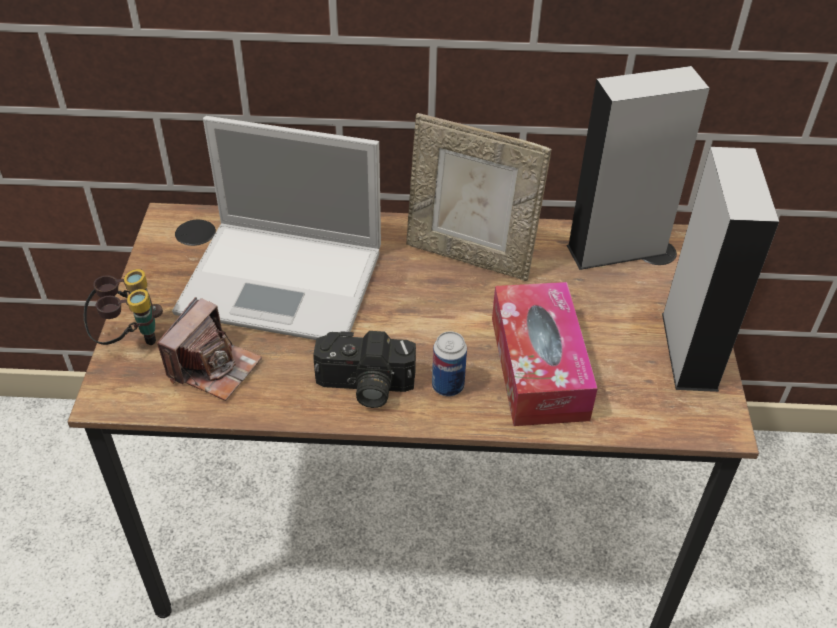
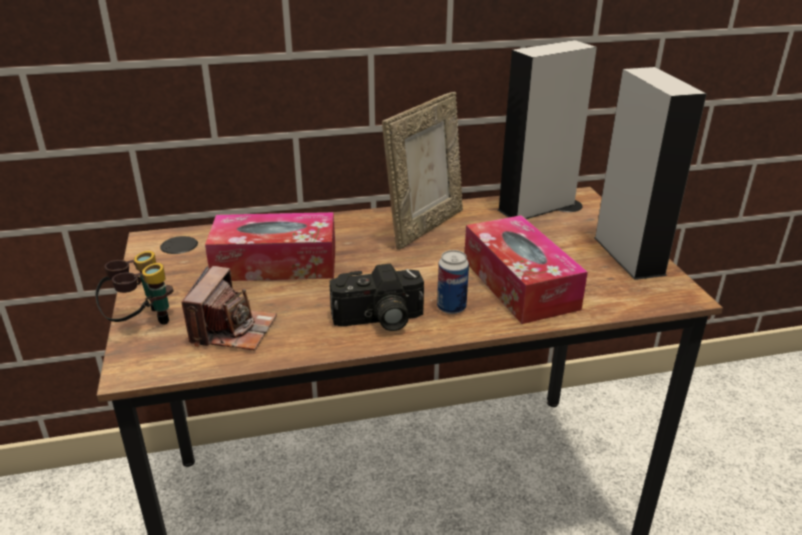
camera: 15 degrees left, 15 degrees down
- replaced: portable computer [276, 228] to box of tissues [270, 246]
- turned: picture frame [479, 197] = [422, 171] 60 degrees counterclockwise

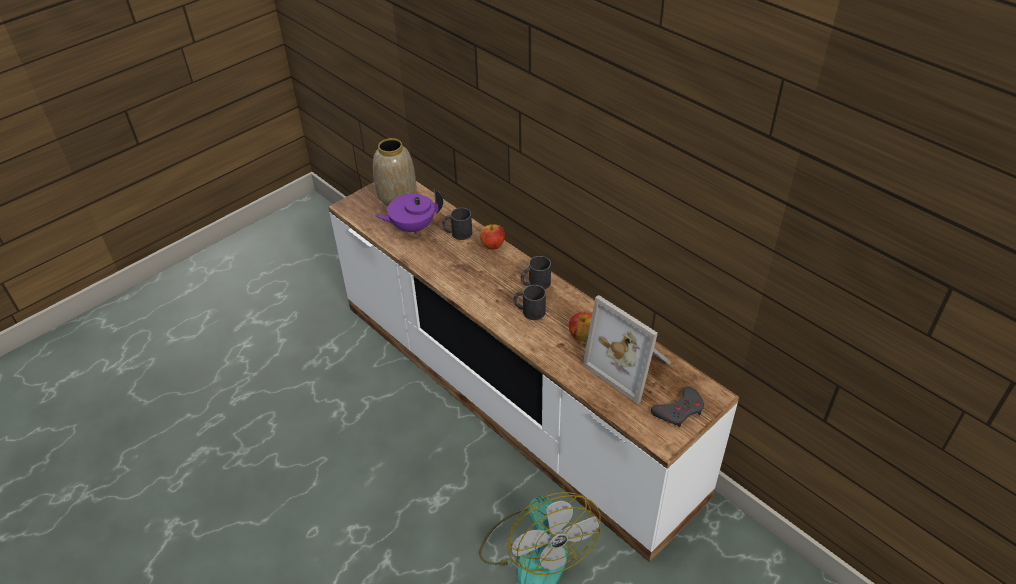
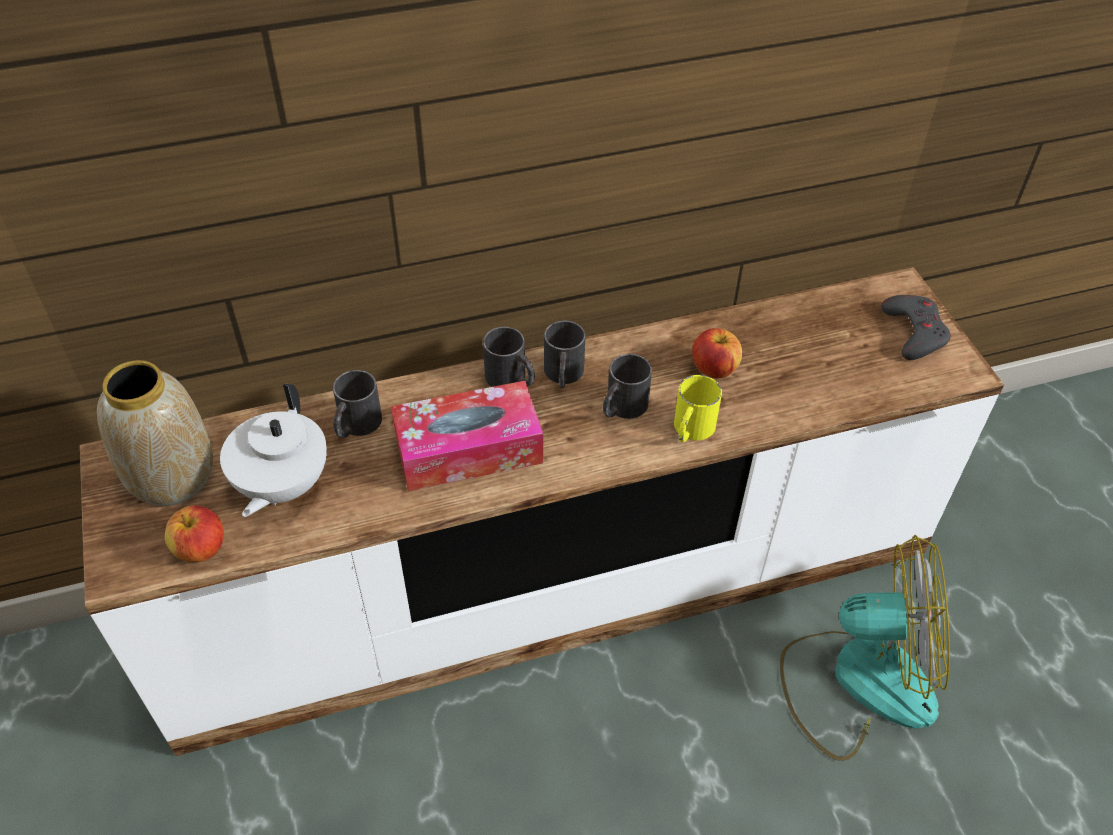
camera: 65 degrees left, 5 degrees up
- recoloured: purple-coloured pot for tea [408, 211] to white pot for tea [273, 450]
- moved: apple [492, 237] to [194, 533]
- removed: picture frame [627, 349]
- added: box of tissues [467, 436]
- added: black mug [509, 357]
- added: yellow mug [698, 408]

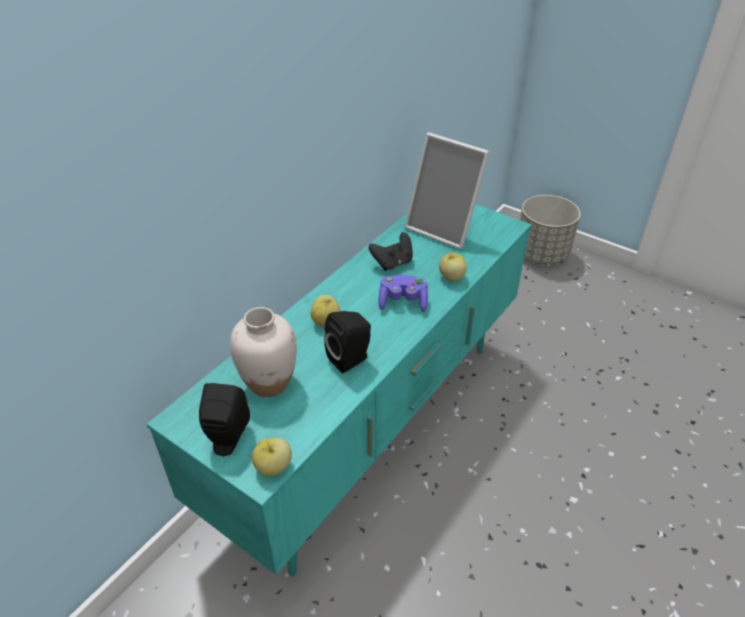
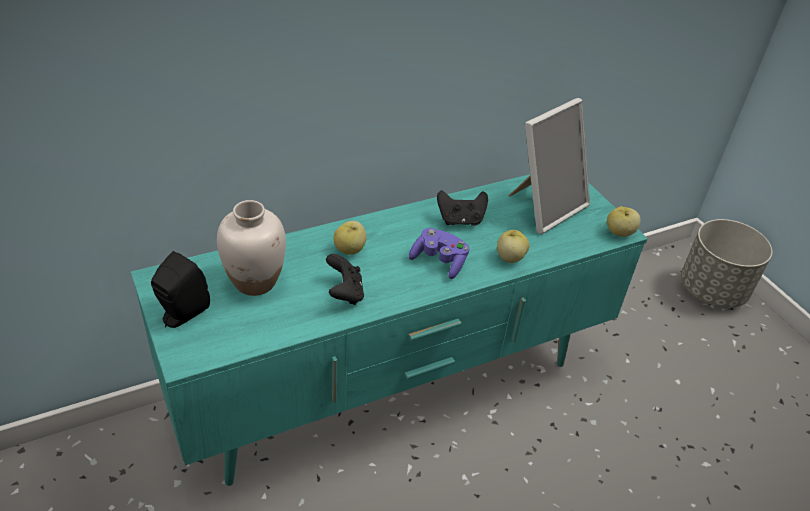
camera: 25 degrees right, 0 degrees up
- moved: apple [272, 457] to [624, 221]
- replaced: black speaker [347, 342] to black gamepad [345, 279]
- turned: picture frame [447, 190] = [549, 166] 105 degrees counterclockwise

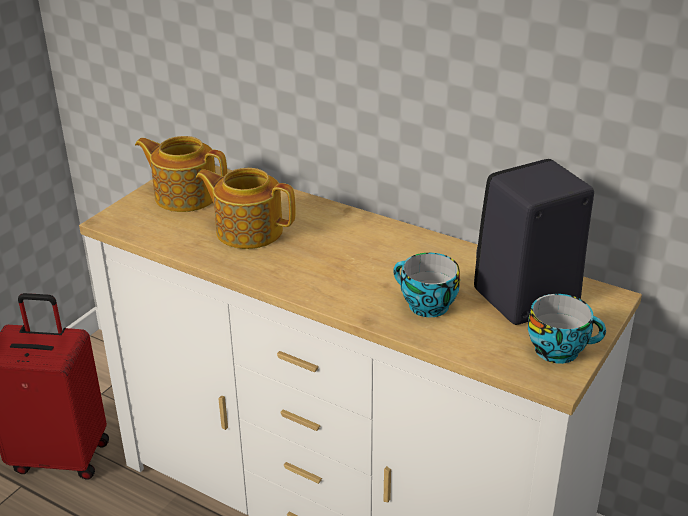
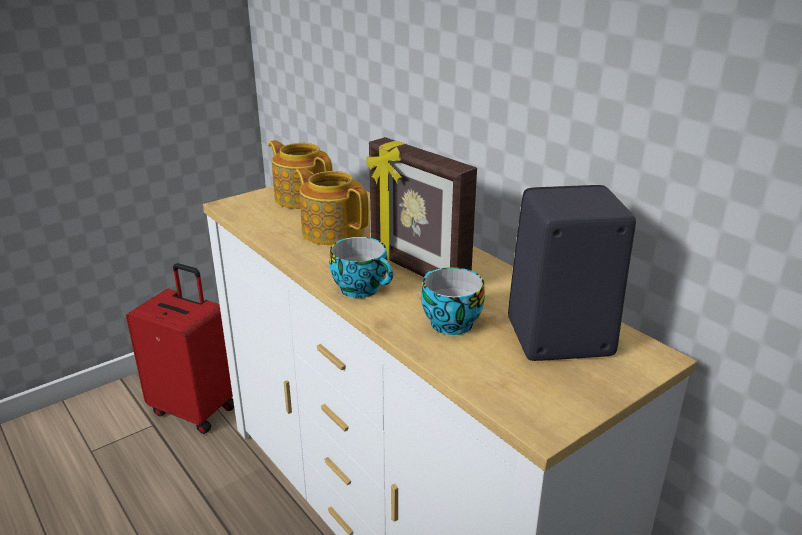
camera: 20 degrees right, 5 degrees down
- moved: cup [567, 329] to [361, 267]
- added: picture frame [421, 207]

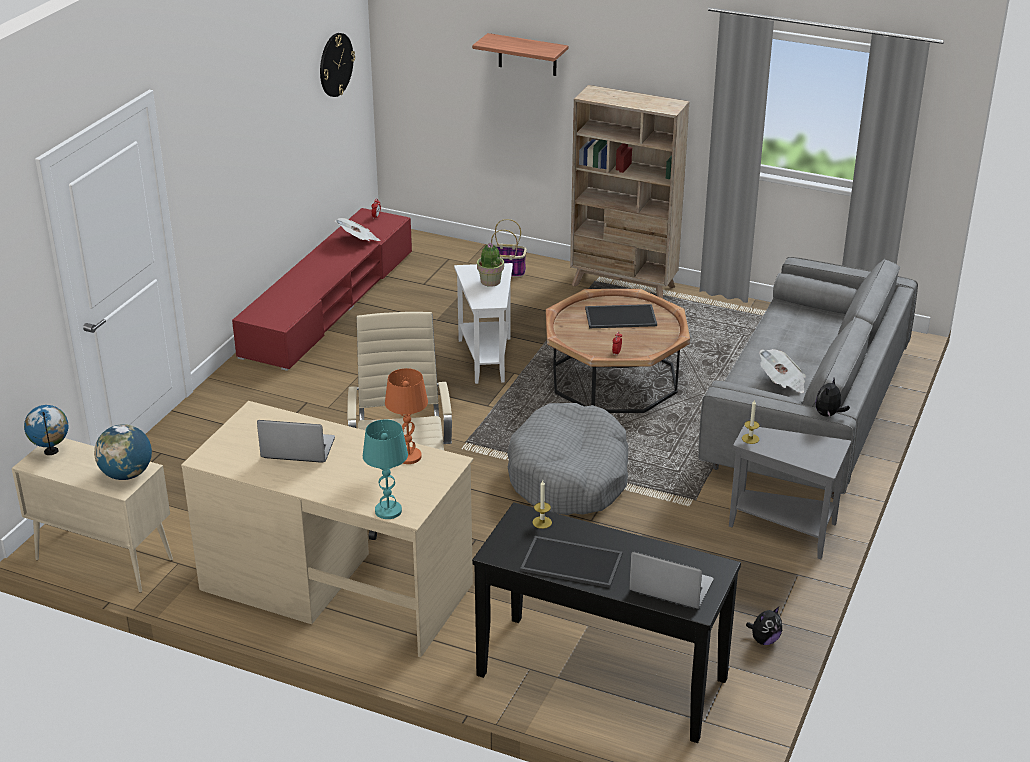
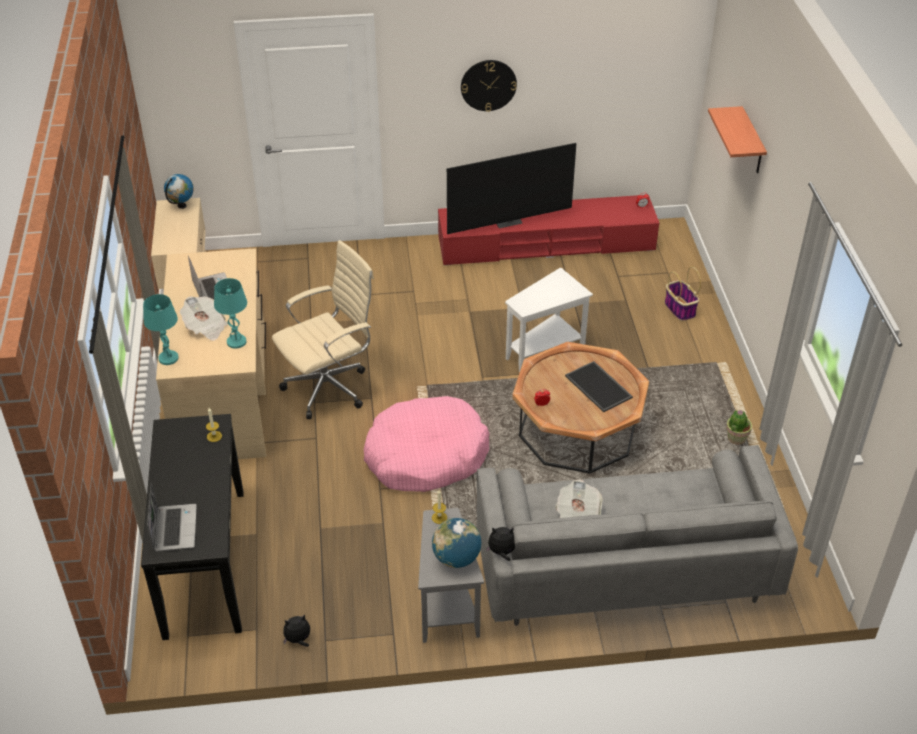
camera: 60 degrees right, 10 degrees up
- moved: world globe [123, 452] to [456, 543]
- moved: wall clock [337, 65] to [489, 86]
- moved: printed paper [357, 229] to [204, 318]
- recoloured: orangey tabletop lamp [406, 416] to turquoise tabletop lamp [230, 313]
- moved: potted plant [490, 264] to [739, 427]
- recoloured: greyish dog bed [567, 459] to pink-coloured dog bed [427, 444]
- removed: serving tray [571, 562]
- removed: beige-coloured bookshelf [630, 192]
- turned: soft toy [764, 626] = [296, 631] 135 degrees clockwise
- added: TV [511, 188]

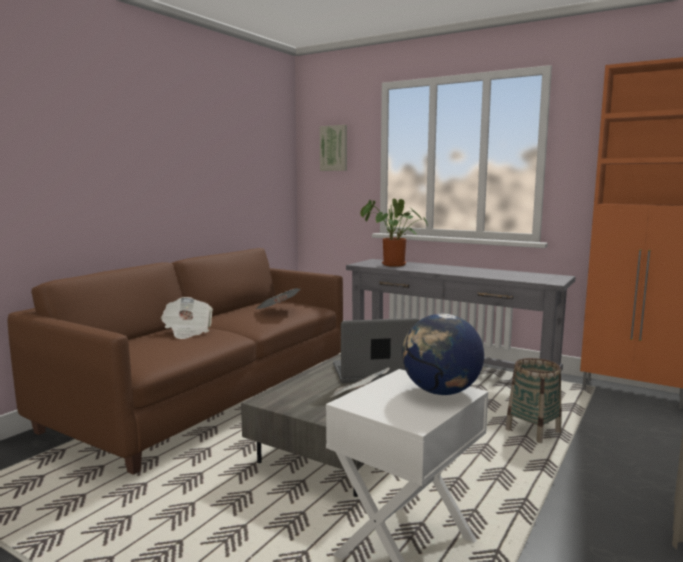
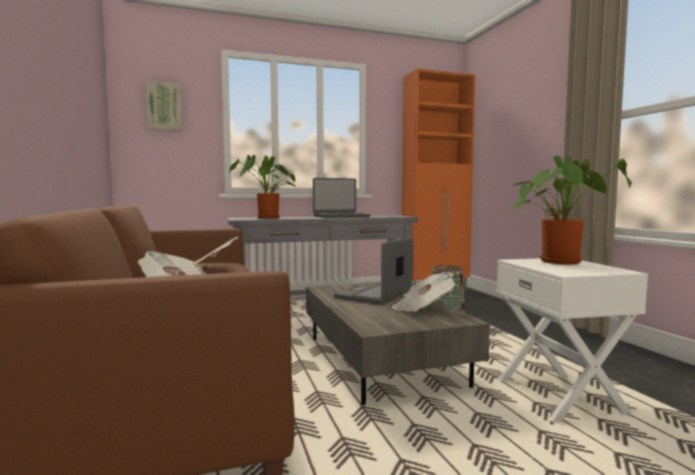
camera: 50 degrees left, 5 degrees down
- replaced: world globe [443, 354] to potted plant [571, 209]
- added: portable computer [341, 198]

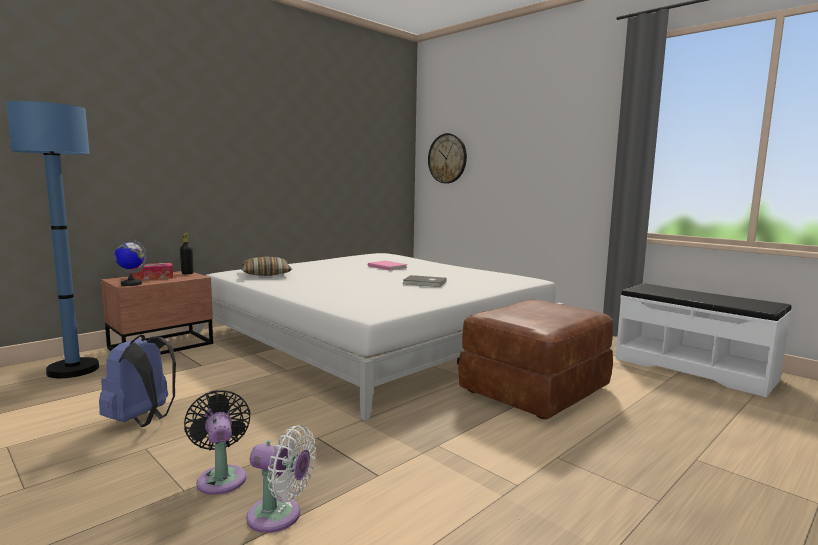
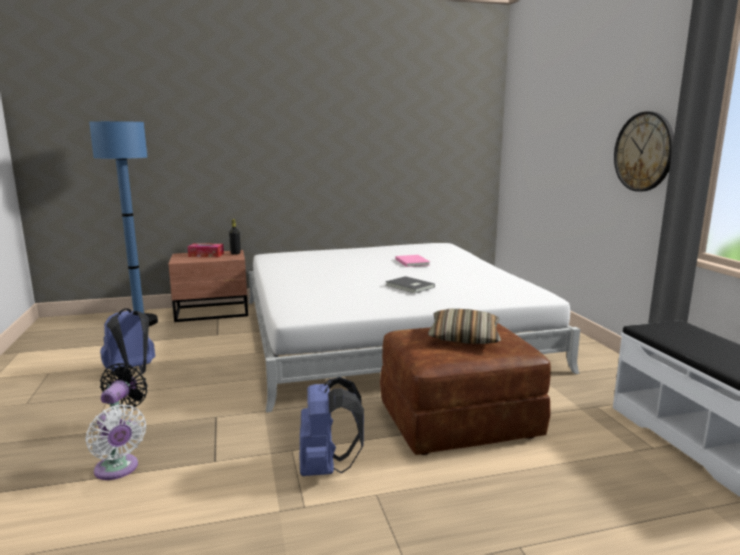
camera: 30 degrees right, 5 degrees up
- removed: world globe [130, 262]
- moved: throw pillow [267, 266] to [464, 326]
- moved: wall clock [447, 158] to [644, 151]
- added: blue-coloured backpack [332, 426]

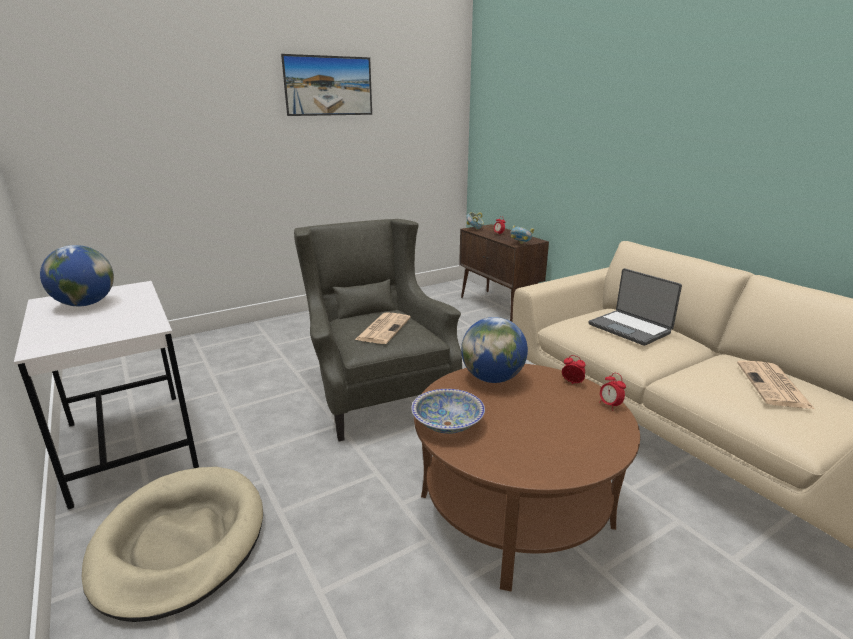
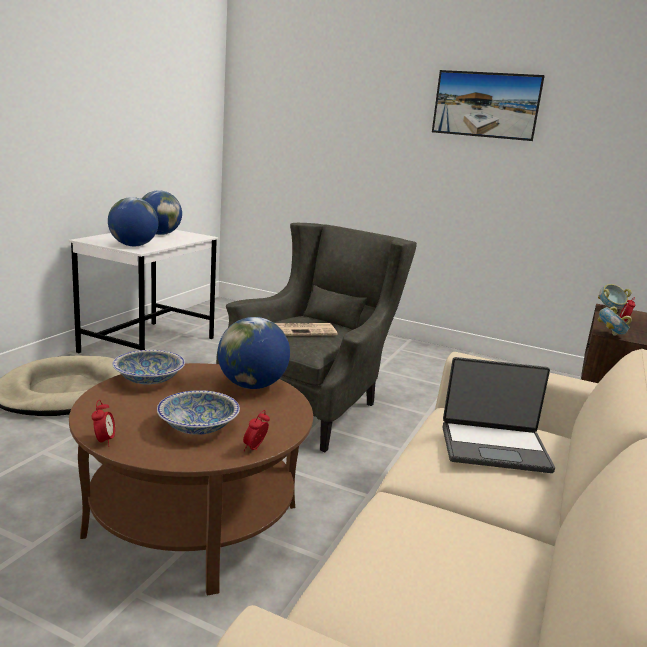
camera: 55 degrees right, 5 degrees down
- moved: table clock [574, 369] to [103, 423]
- turned: portable computer [635, 307] = [498, 415] 105 degrees counterclockwise
- removed: printed paper [776, 385]
- added: world globe [133, 221]
- added: bowl [198, 412]

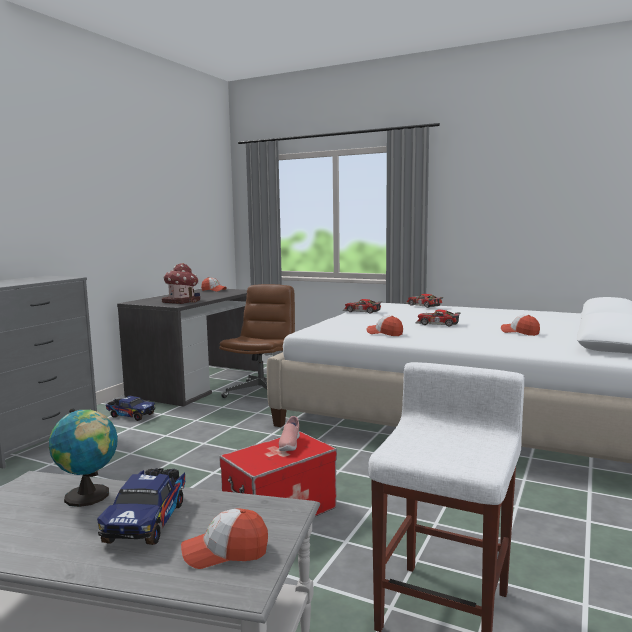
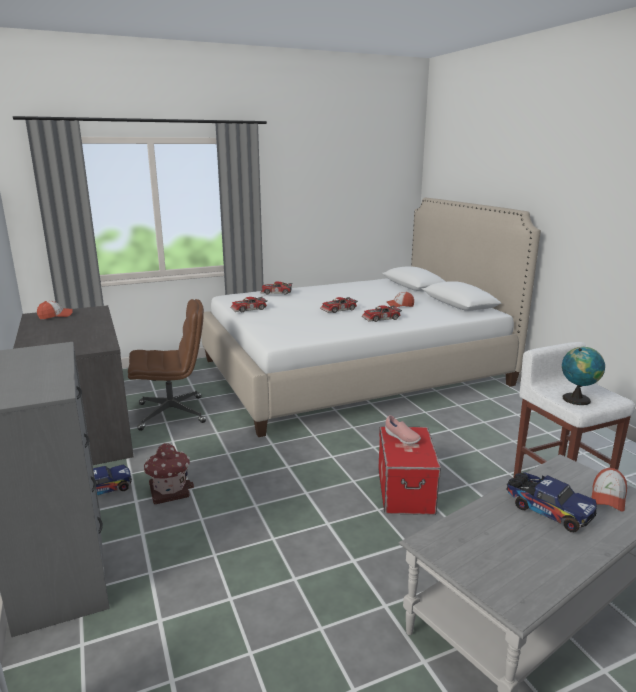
camera: 50 degrees left, 10 degrees up
- moved: world globe [83, 458] to [583, 376]
- moved: model house [181, 283] to [169, 474]
- turned: brown office chair [257, 341] = [167, 365] 105 degrees clockwise
- removed: cap [384, 326]
- added: toy car [382, 313]

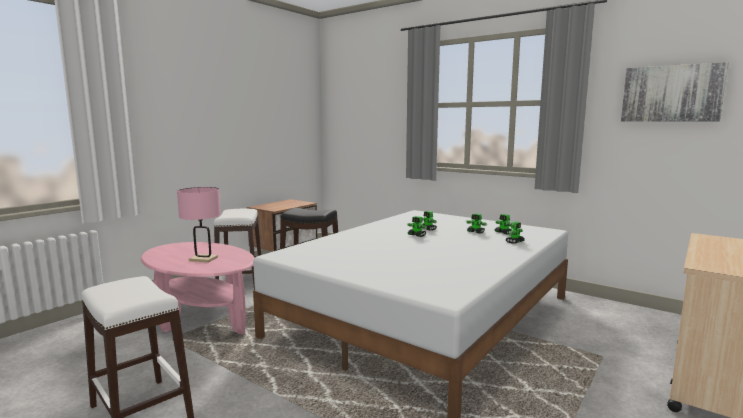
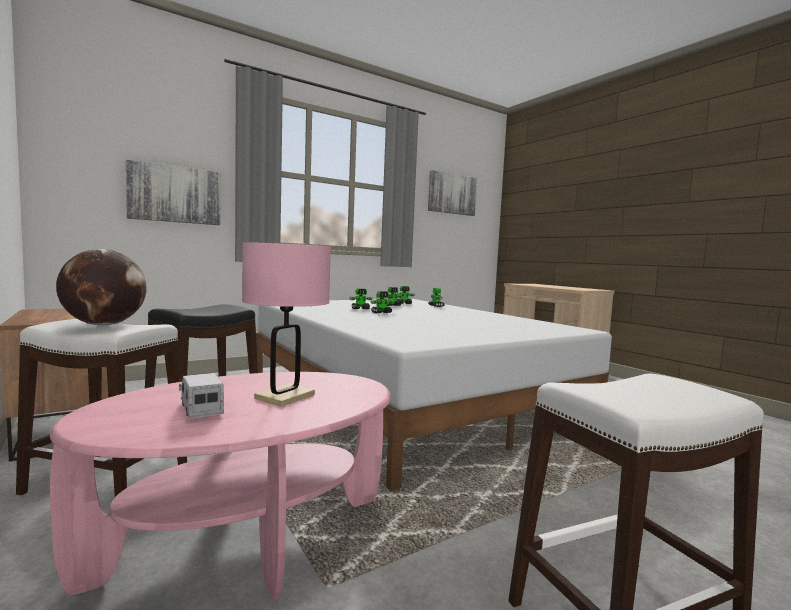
camera: 70 degrees left, 5 degrees down
- added: world globe [101, 287]
- added: wall picture [173, 192]
- added: model truck [201, 396]

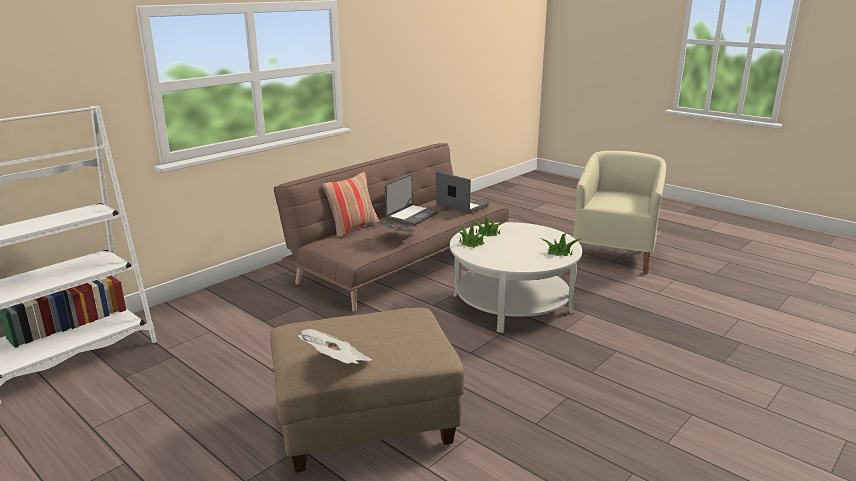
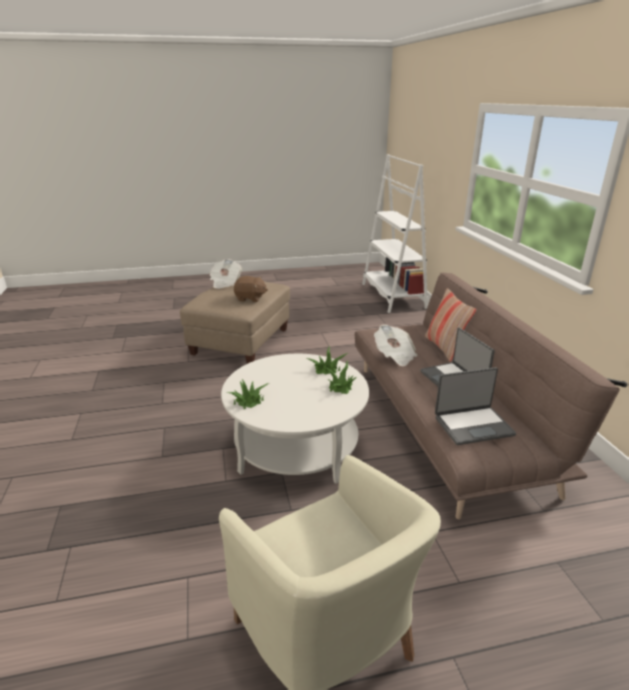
camera: 125 degrees right, 5 degrees up
- added: brown soft toy [251, 289]

